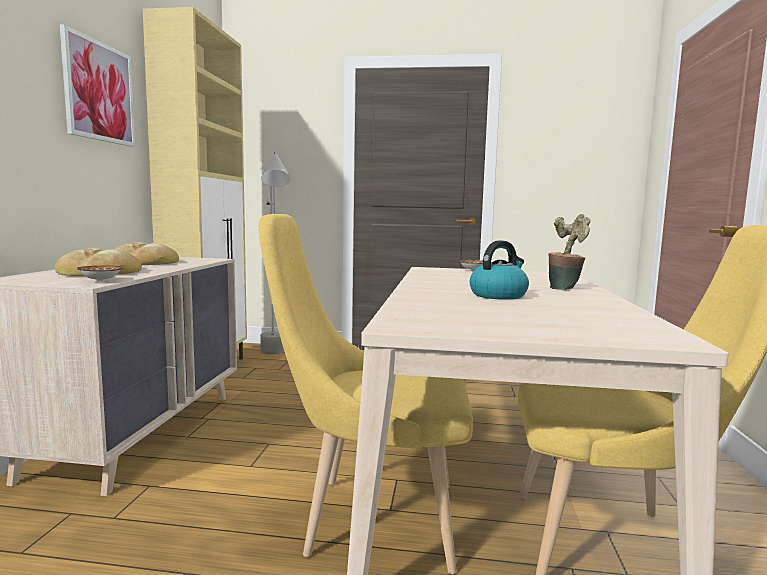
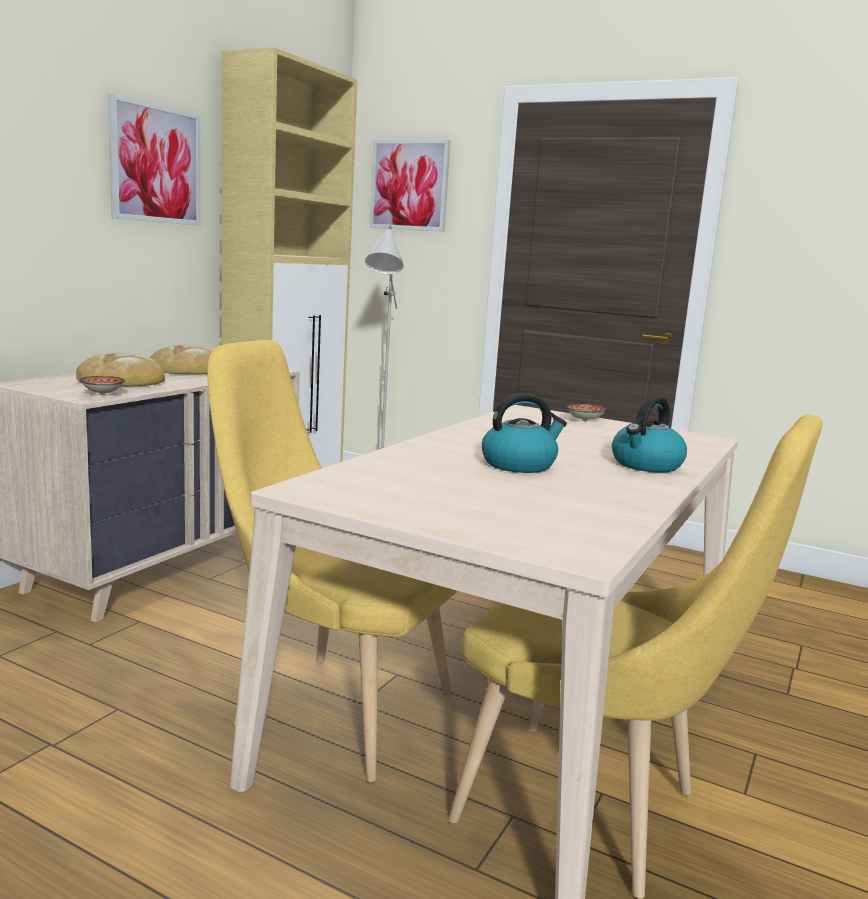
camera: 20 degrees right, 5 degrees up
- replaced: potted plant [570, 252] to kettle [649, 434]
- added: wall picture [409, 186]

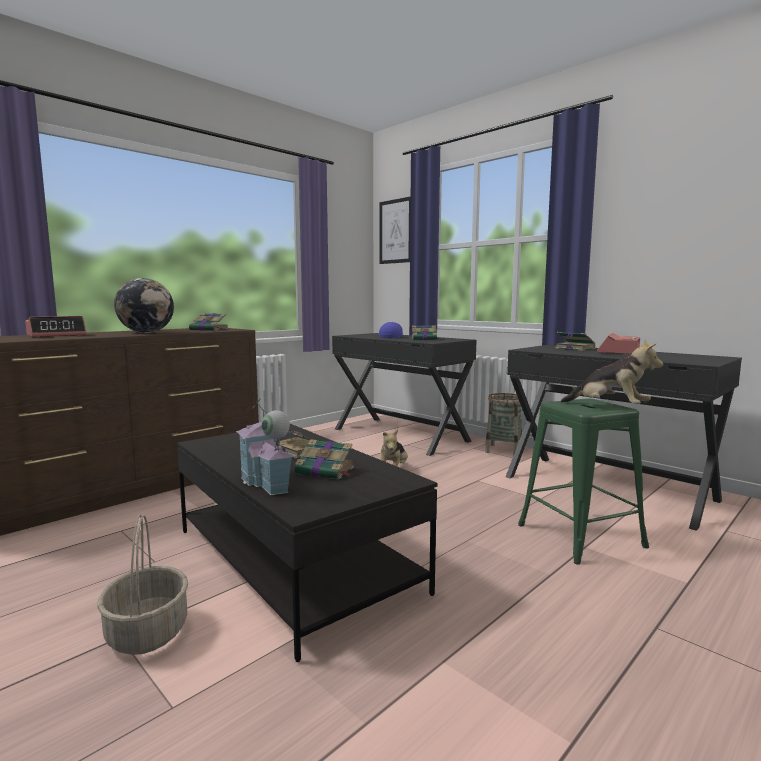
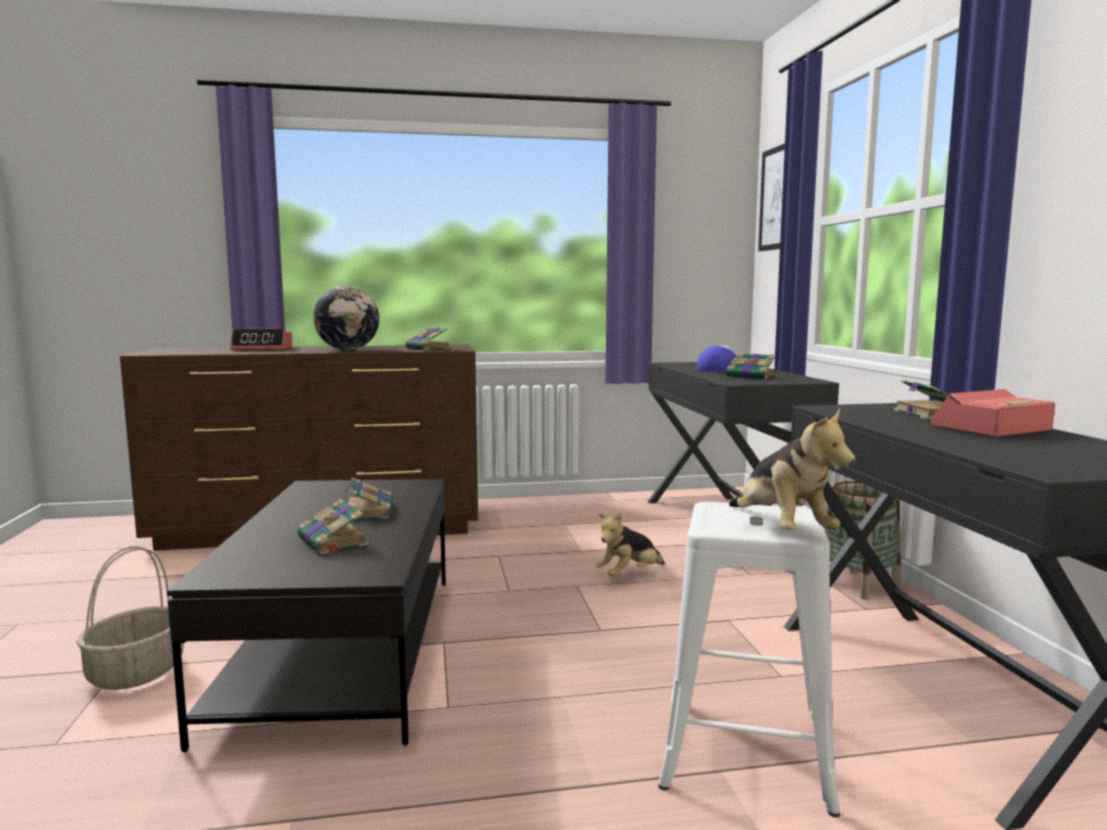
camera: 35 degrees right, 0 degrees up
- removed: model house [265, 446]
- recoloured: green-coloured stool [583, 482] to white stool [749, 659]

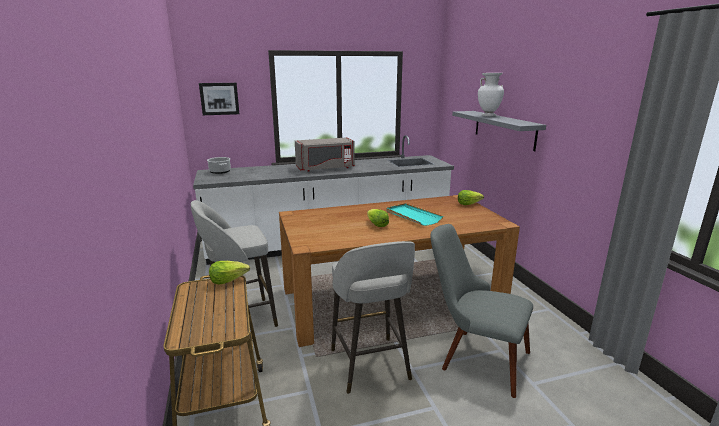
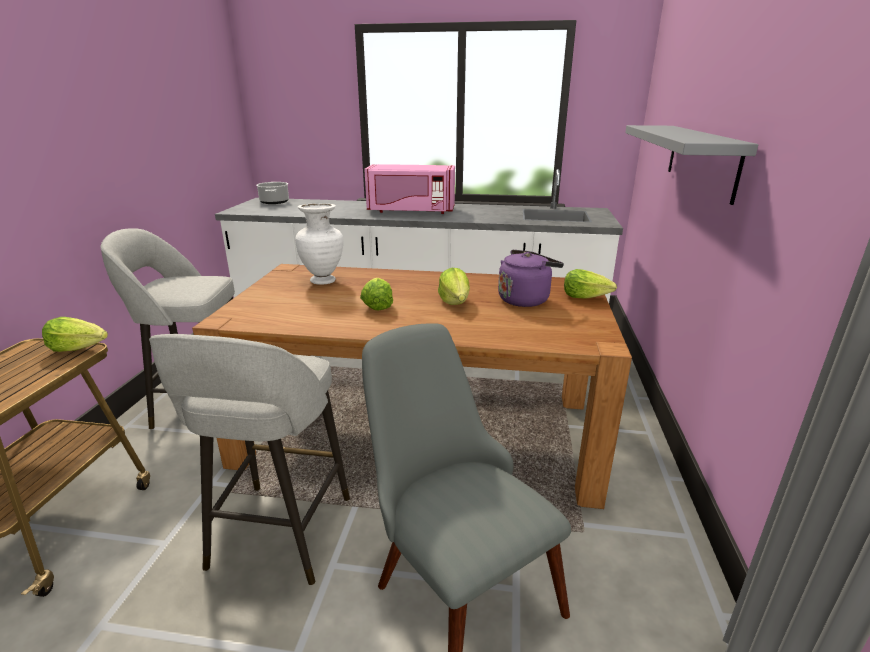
camera: 25 degrees right, 5 degrees up
- removed: wall picture [219, 99]
- recoloured: greyish kitchen microwave [325, 154] to pink-coloured kitchen microwave [409, 189]
- replaced: turquoise serving tray [414, 214] to lettuce head [454, 286]
- moved: white decorative vase [491, 94] to [319, 244]
- added: purple-coloured kettle [531, 278]

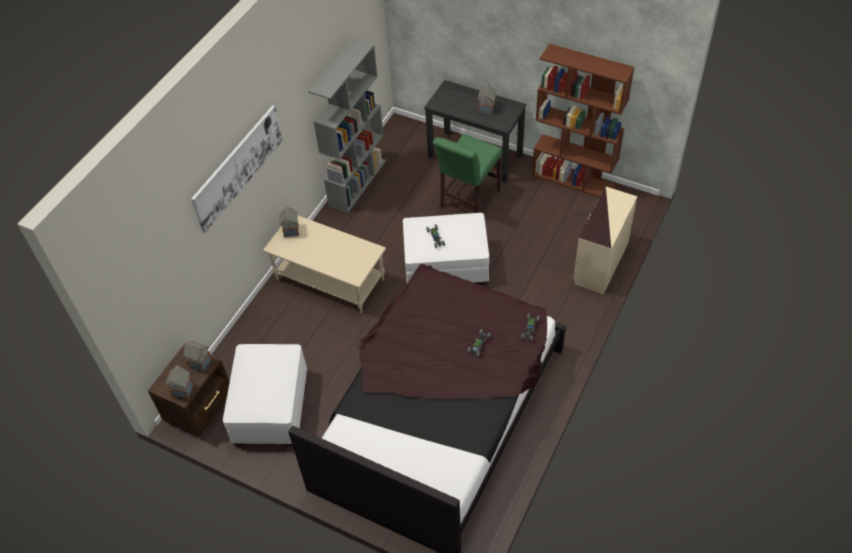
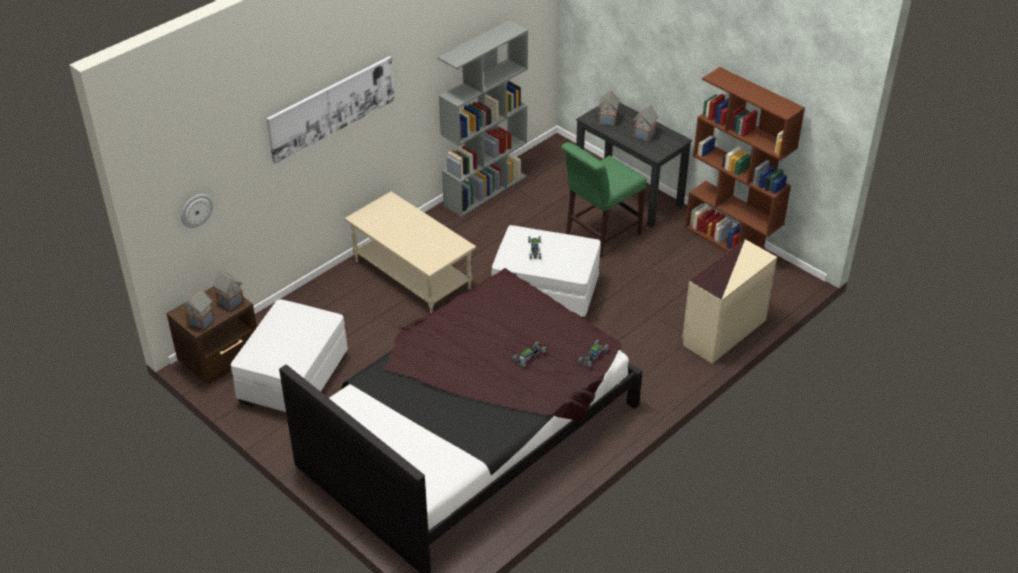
camera: 15 degrees right, 10 degrees down
- moved: model house [289, 222] to [609, 108]
- added: wall clock [197, 211]

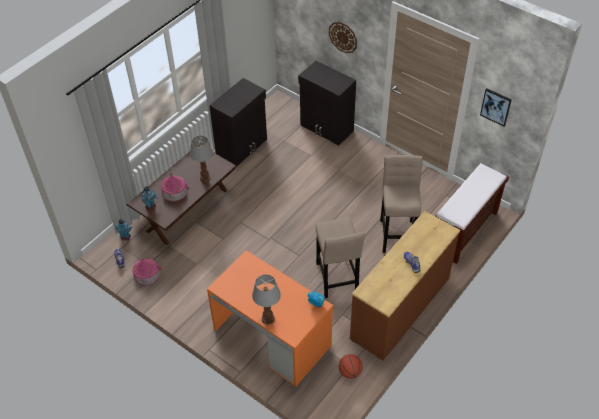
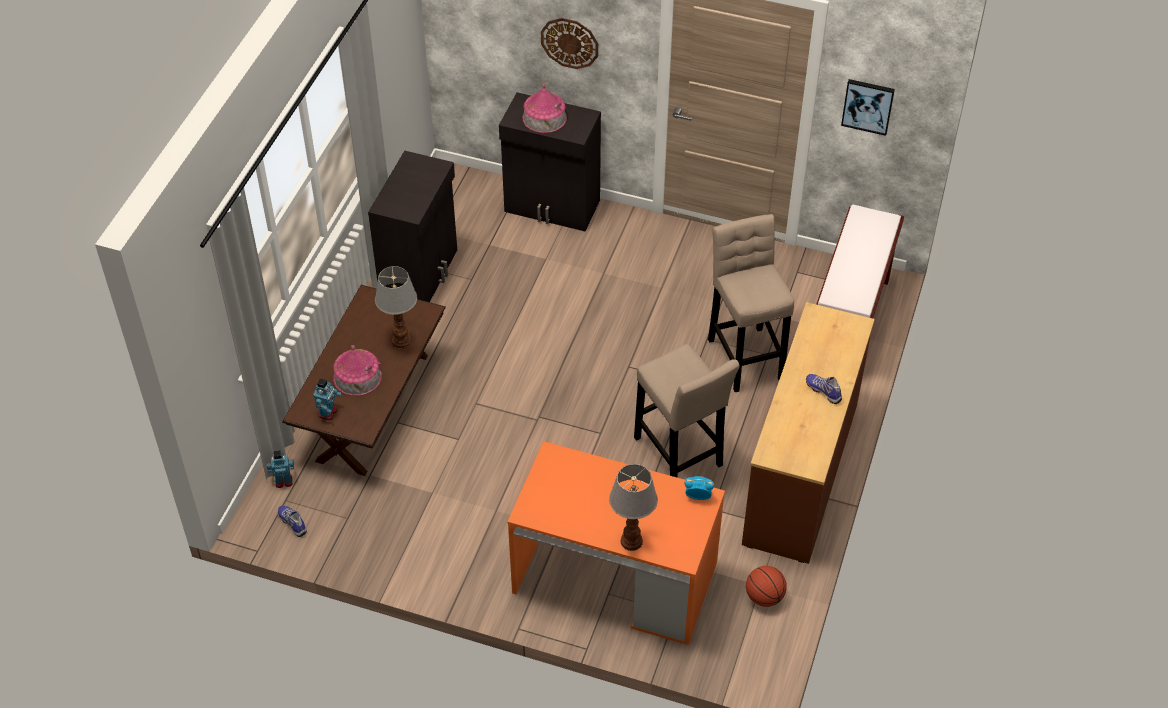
camera: 20 degrees left, 0 degrees up
- moved: model house [147, 272] to [544, 108]

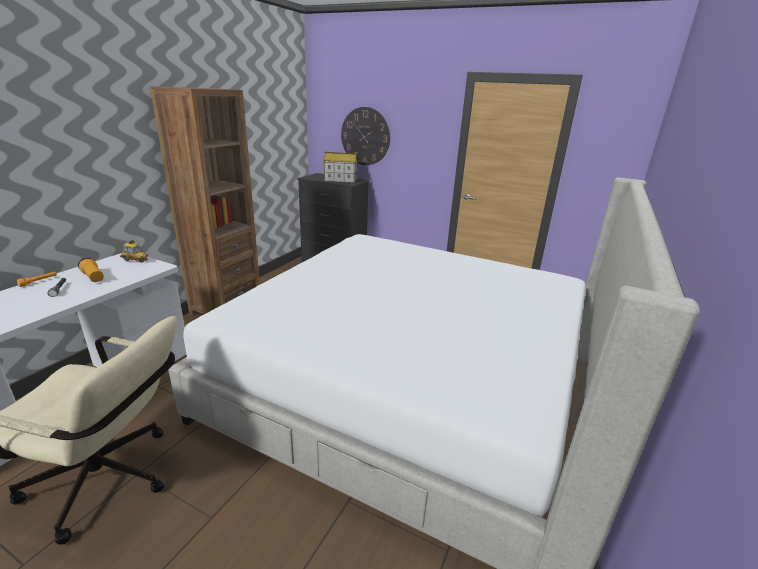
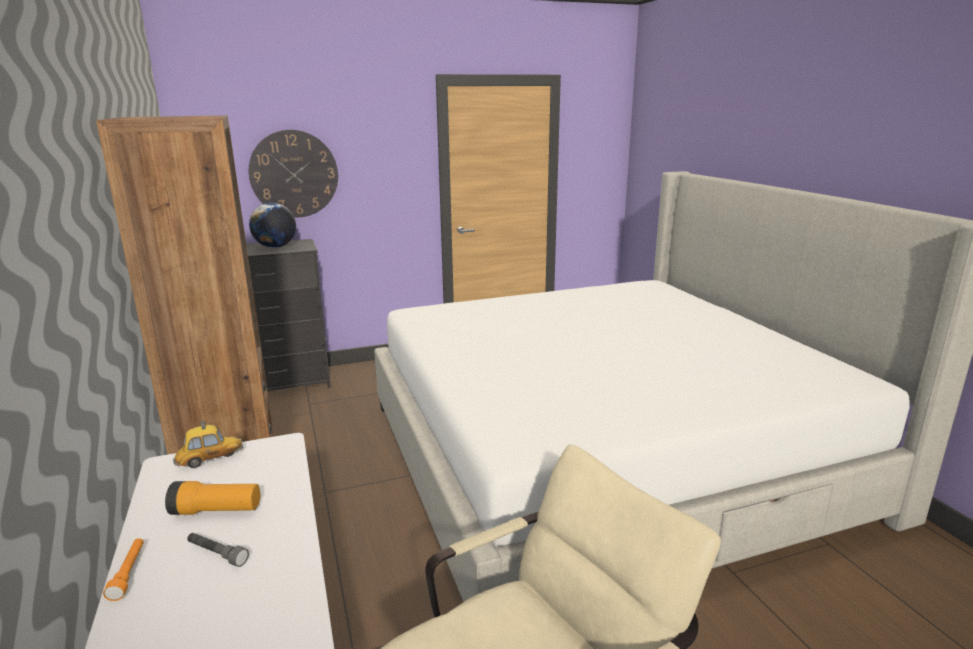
camera: 45 degrees left, 5 degrees down
- replaced: model house [340, 167] to world globe [272, 225]

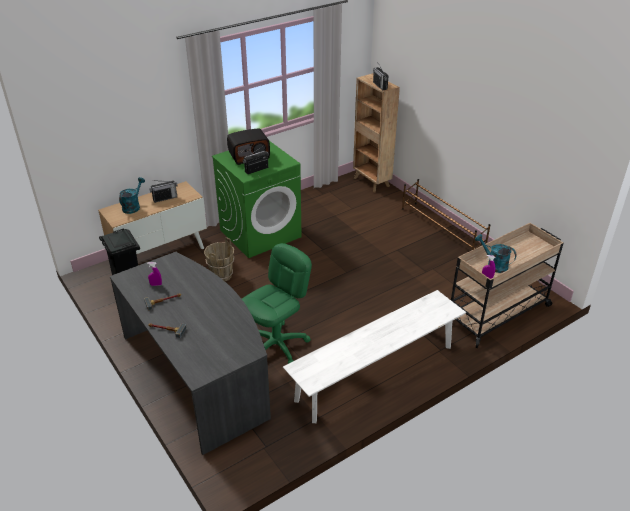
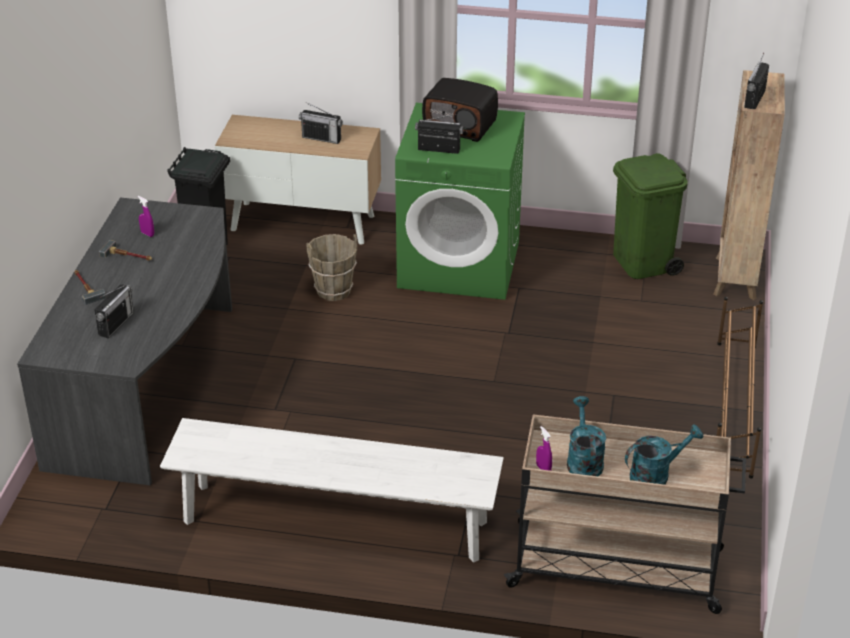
camera: 45 degrees right, 0 degrees up
- moved: turquoise watering pot [132, 195] to [664, 455]
- removed: green-coloured office chair [277, 303]
- added: radio set [114, 311]
- added: green-coloured rubbish bin [650, 216]

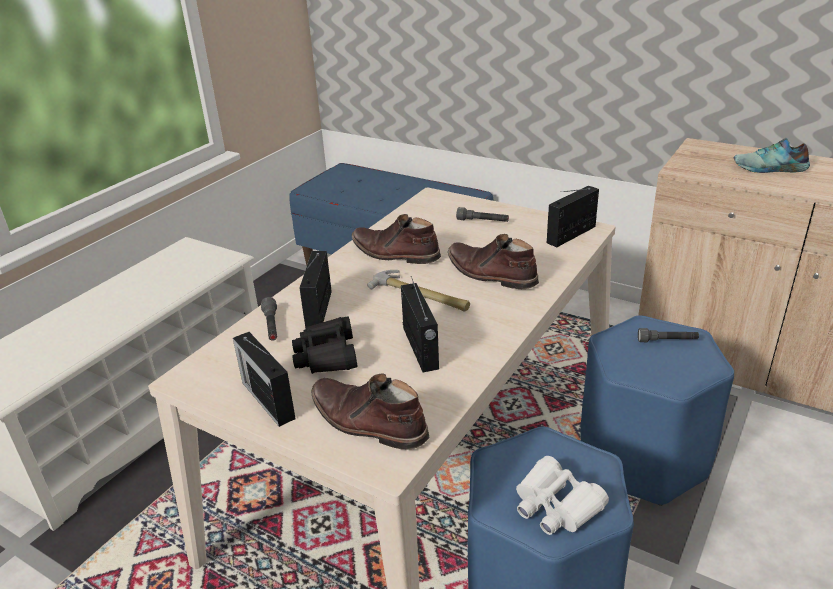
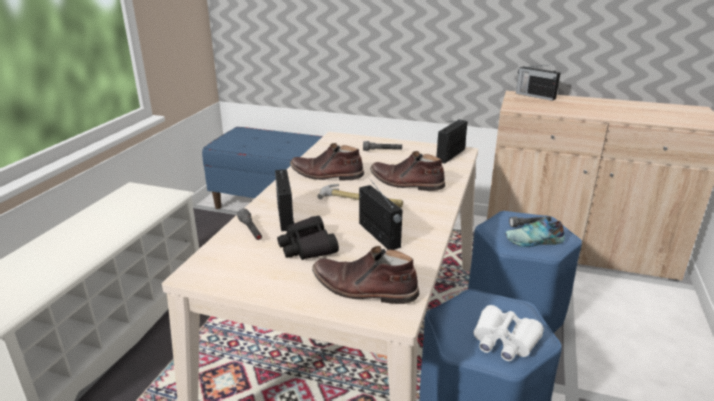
camera: 15 degrees left, 5 degrees down
- moved: radio set [264, 379] to [538, 82]
- moved: low shoe [772, 155] to [535, 232]

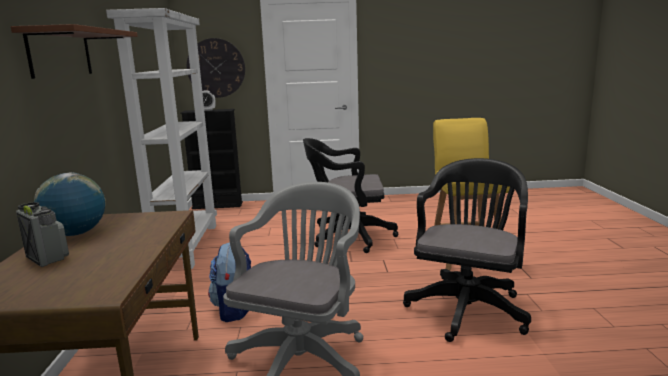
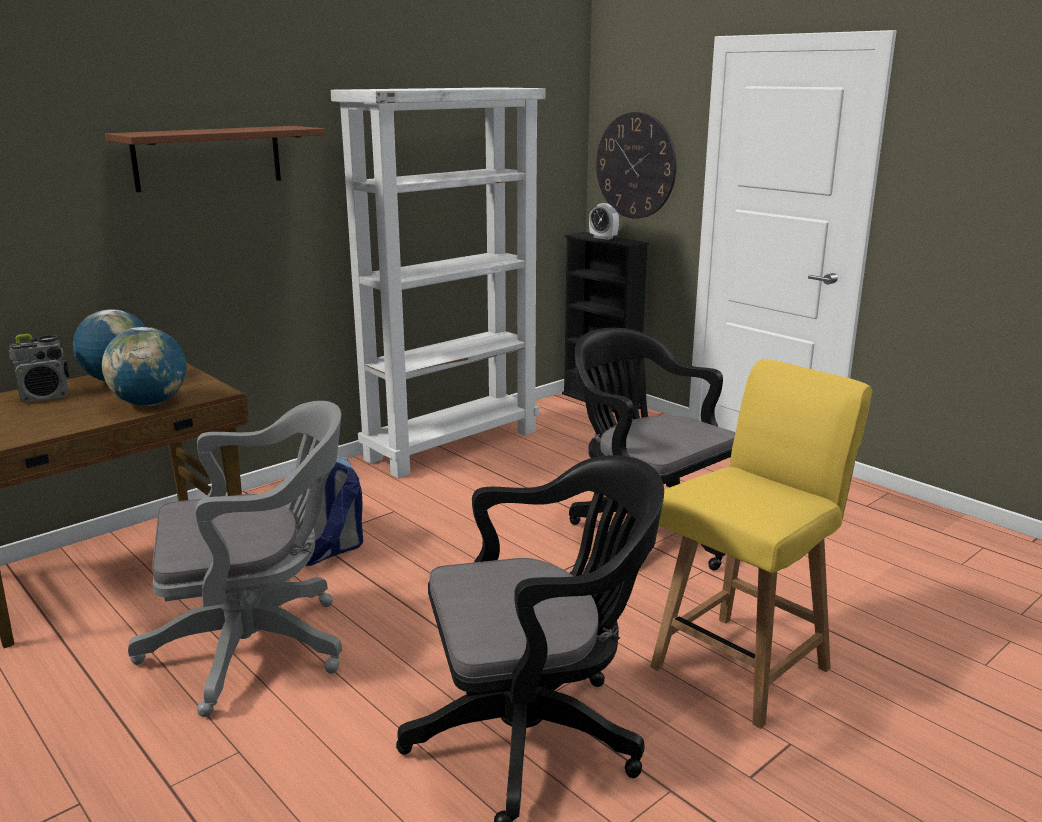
camera: 50 degrees right, 5 degrees up
- turned: radio set [42, 234] = [39, 368] 60 degrees clockwise
- added: world globe [144, 366]

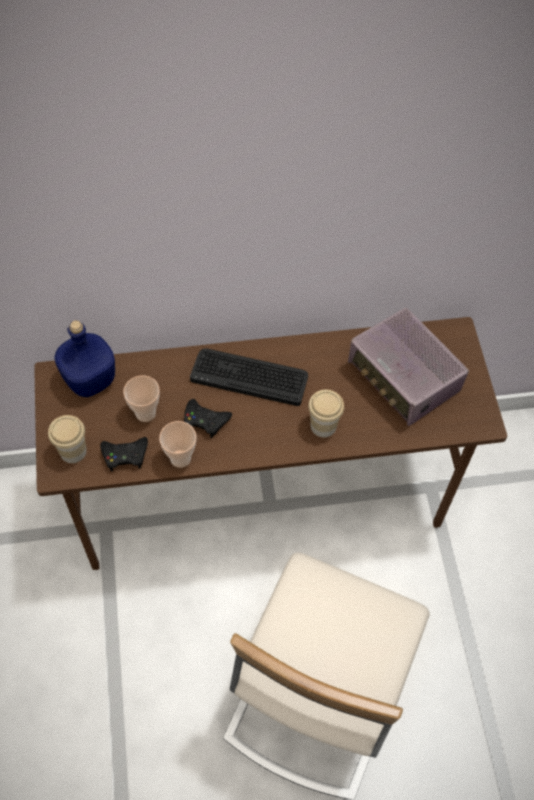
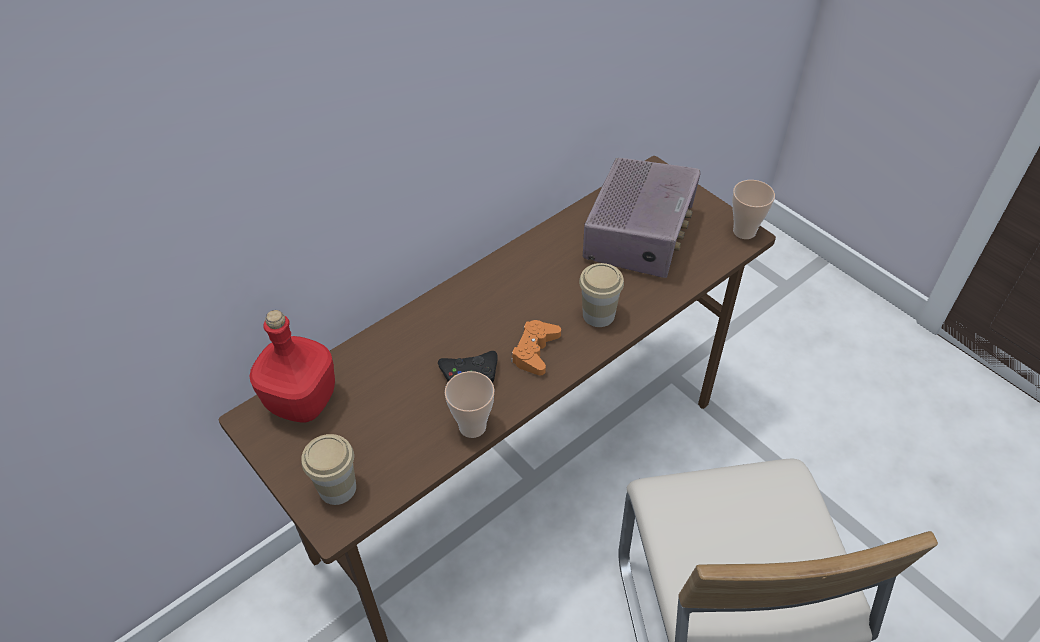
camera: 30 degrees left, 10 degrees down
- recoloured: blue-coloured beverage bottle [84, 358] to red-coloured beverage bottle [292, 366]
- removed: black gamepad [124, 454]
- moved: cup [141, 399] to [753, 209]
- removed: computer keyboard [249, 377]
- turned: radio set [408, 367] = [641, 218] 90 degrees counterclockwise
- added: orangey gamepad [536, 347]

